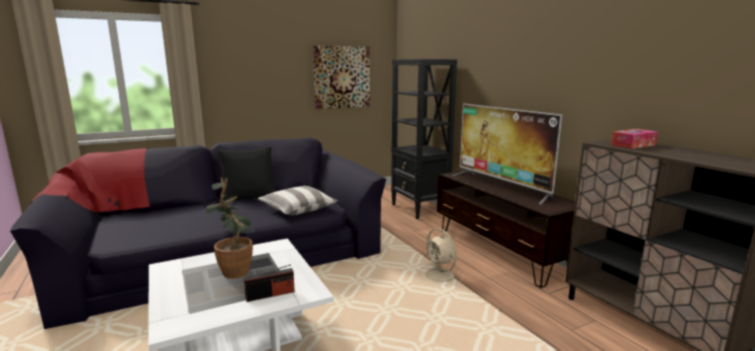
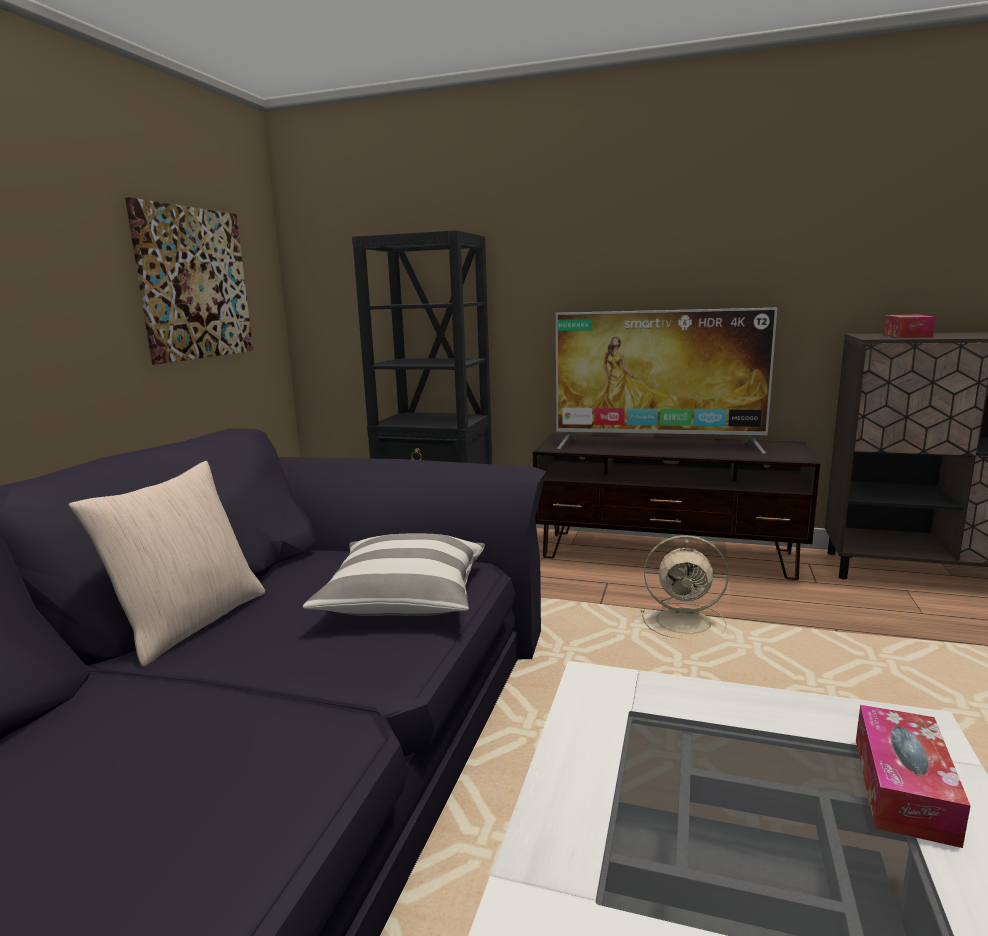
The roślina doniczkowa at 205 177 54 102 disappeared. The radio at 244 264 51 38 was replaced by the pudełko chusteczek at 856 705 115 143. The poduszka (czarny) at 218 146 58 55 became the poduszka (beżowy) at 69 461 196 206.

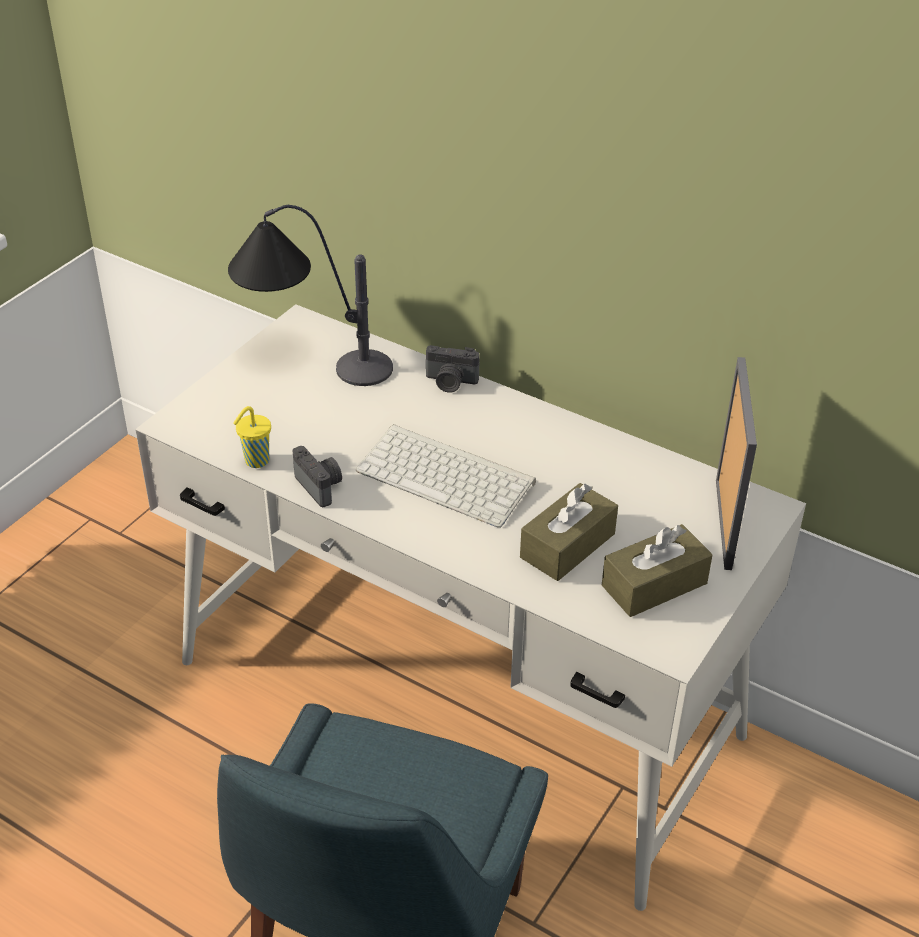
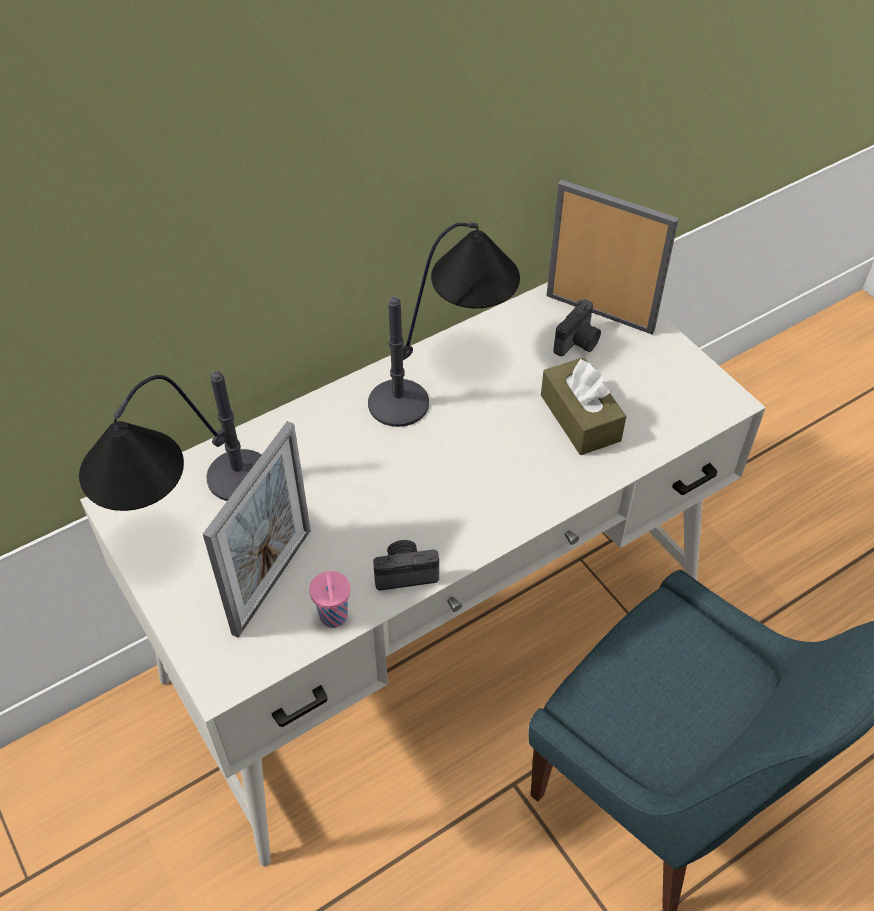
The klawiatura at 356 424 180 104 disappeared. The pudełko chusteczek (brązowy) at 602 524 111 93 disappeared. The ramka na zdjęcie at 203 421 108 217 appeared. The lampa stołowa at 368 222 152 205 appeared. The aparat fotograficzny moved from 426 345 54 48 to 554 299 47 57. The filiżanka (żółty) at 233 406 38 62 became the filiżanka (różowy) at 309 571 42 57.

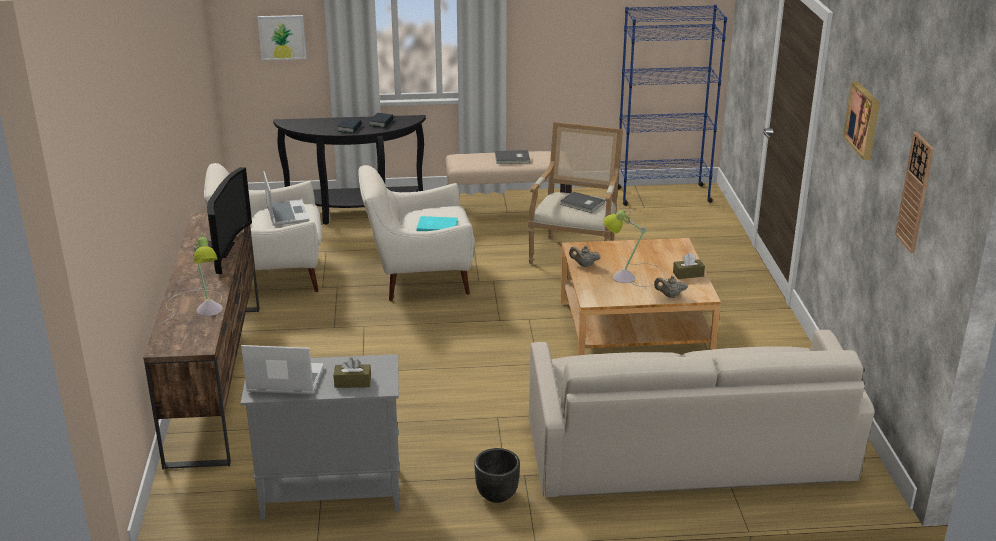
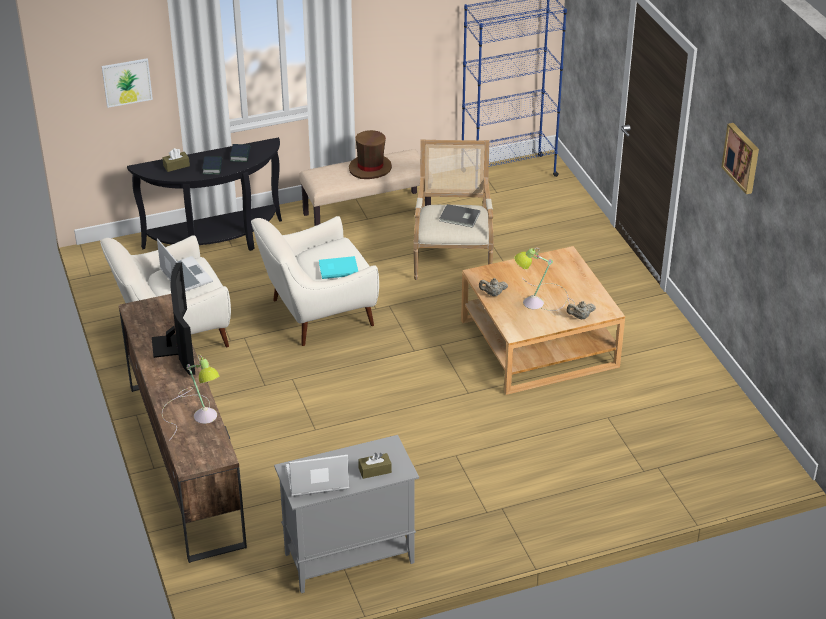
The donica (czarny) at 474 448 46 55 disappeared. The kanapa (beżowy) at 529 330 346 167 disappeared. The zegar ścienny at 895 132 39 121 disappeared. The pudełko chusteczek (brązowy) moved from 673 253 32 26 to 162 148 28 24. The książka (szary) at 495 150 35 14 was replaced by the kapelusz (brązowy) at 349 130 43 49.

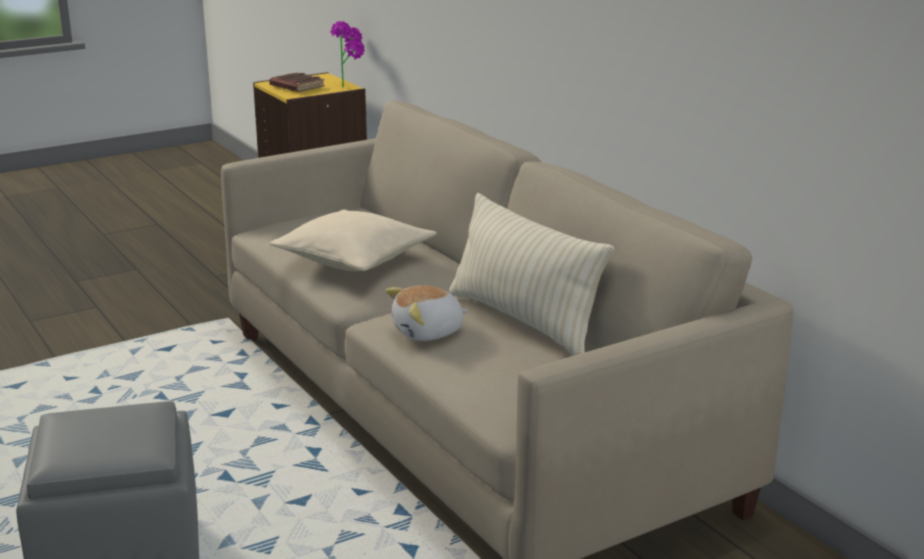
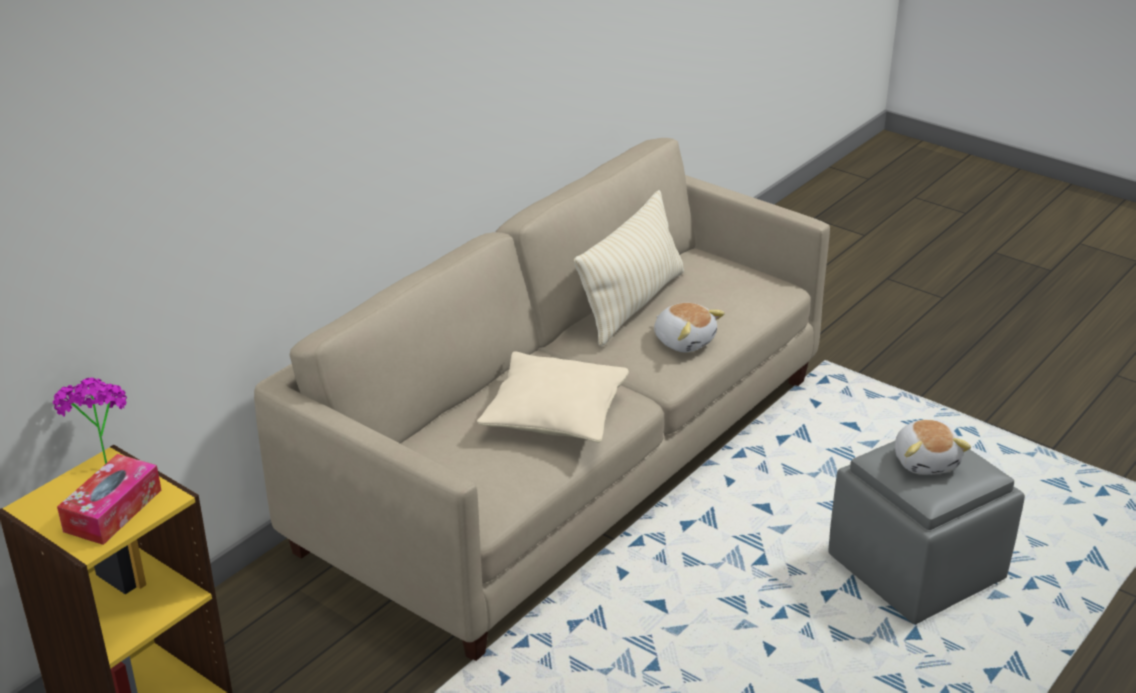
The pluszak at 895 420 76 55 appeared. The książka (brązowy) at 269 72 56 20 was replaced by the pudełko chusteczek at 57 454 104 91.

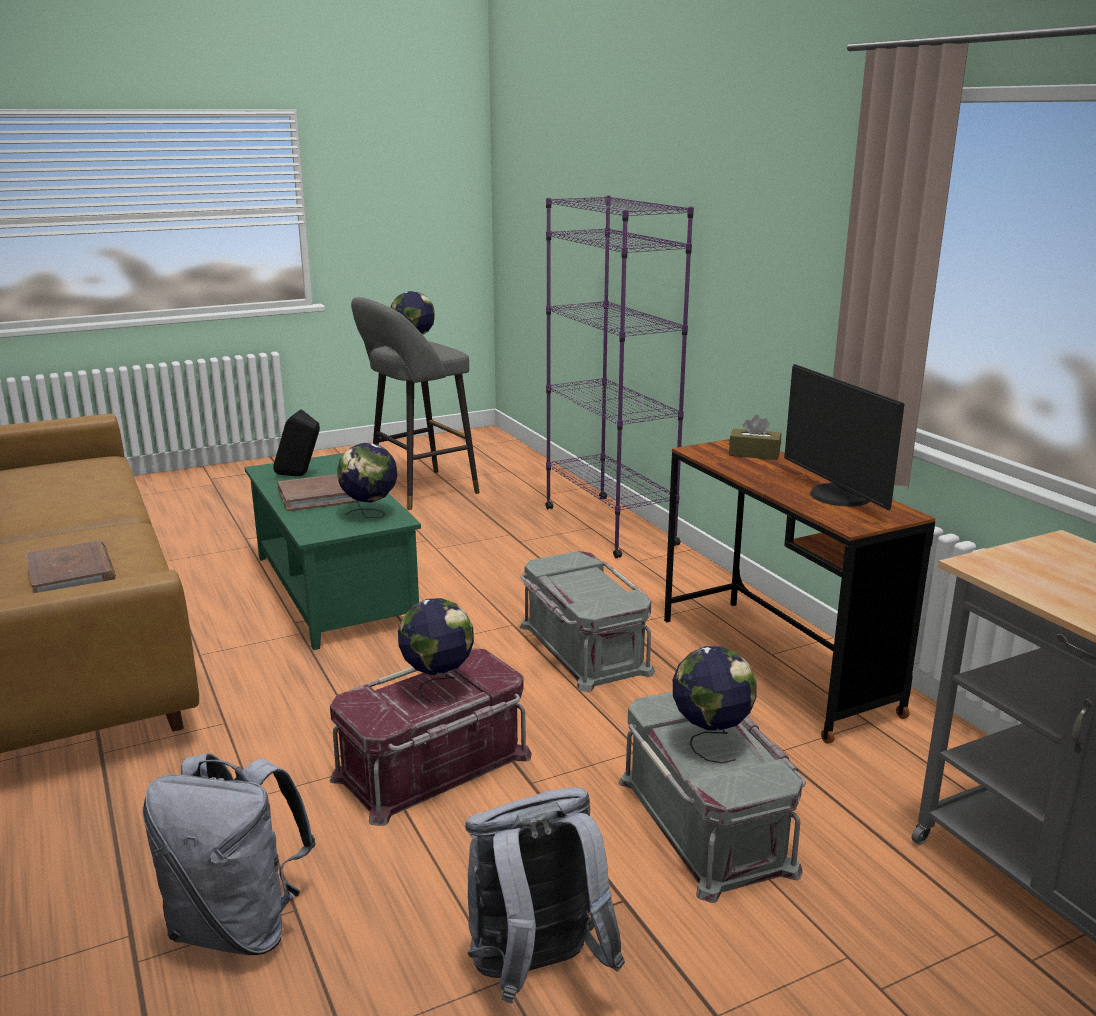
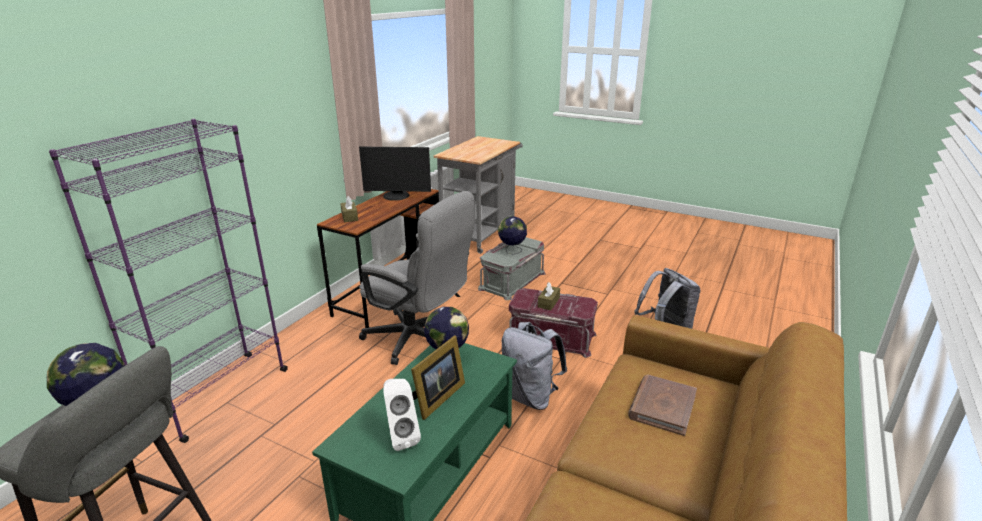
The plecak (szary) moved from 465 787 160 216 to 502 322 65 88. The książka (brązowy) at 278 474 82 38 was replaced by the ramka na zdjęcie at 411 335 54 85. The globus at 398 598 76 106 was replaced by the pudełko chusteczek (brązowy) at 538 282 22 28. The pojemnik do przechowywania (szary) at 520 551 135 141 was replaced by the krzesło biurowe (szary) at 359 191 117 174. The głośnik (czarny) at 273 409 47 67 became the głośnik (biały) at 383 379 38 72. The monitor at 784 364 121 146 turned 60 degrees clockwise.

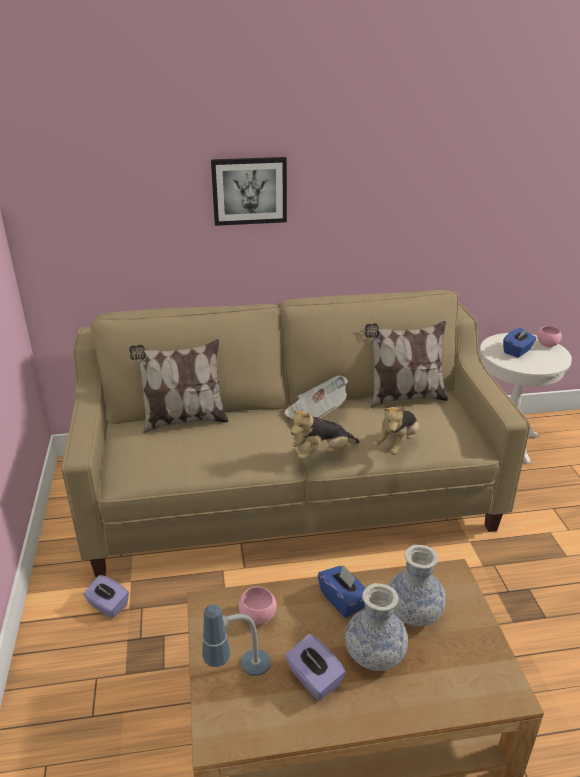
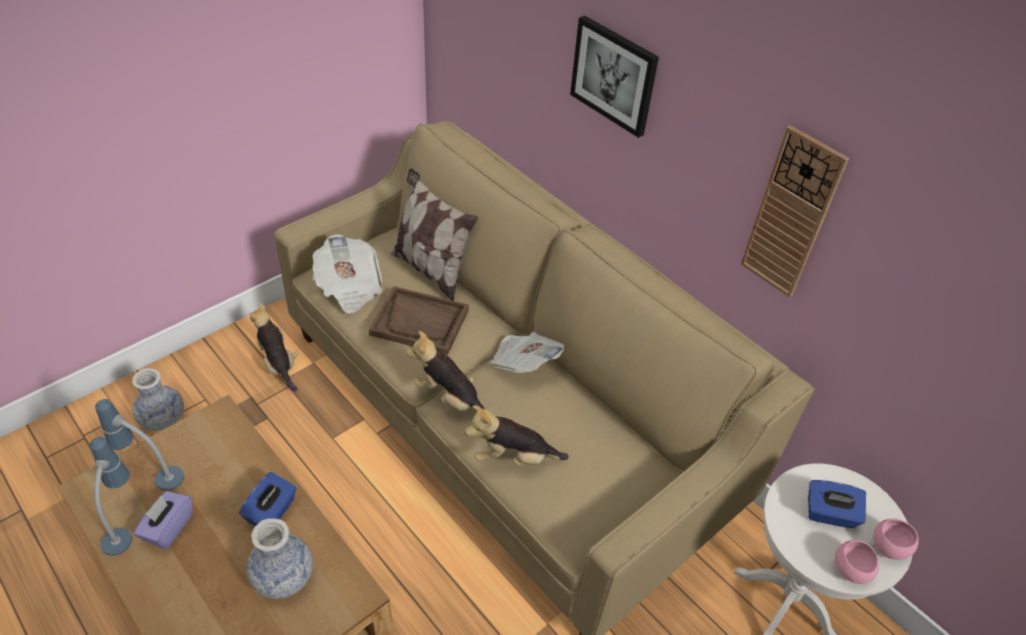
The poduszka at 365 321 83 87 disappeared. The lampa stołowa at 90 437 42 119 appeared. The gazeta at 312 234 71 80 appeared. The taca (brązowy) at 368 286 101 69 appeared. The zegar ścienny at 741 125 108 173 appeared. The miska (różowy) moved from 239 586 38 38 to 835 540 44 44. The wazon moved from 345 583 63 88 to 132 368 52 63. The pudełko chusteczek (fioletowy) at 83 575 46 43 was replaced by the pluszak at 249 303 49 89.

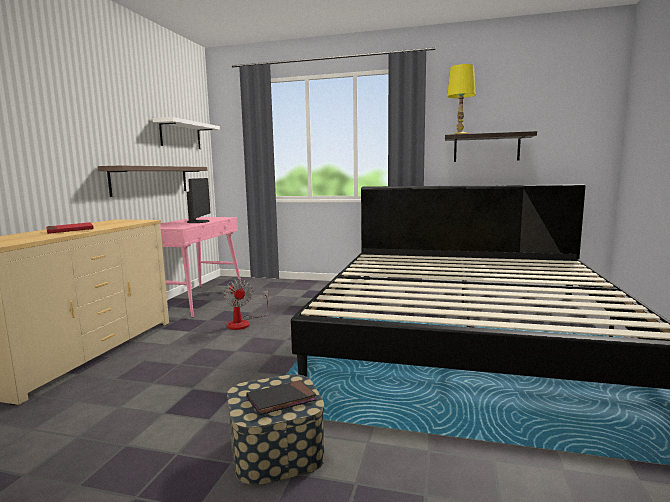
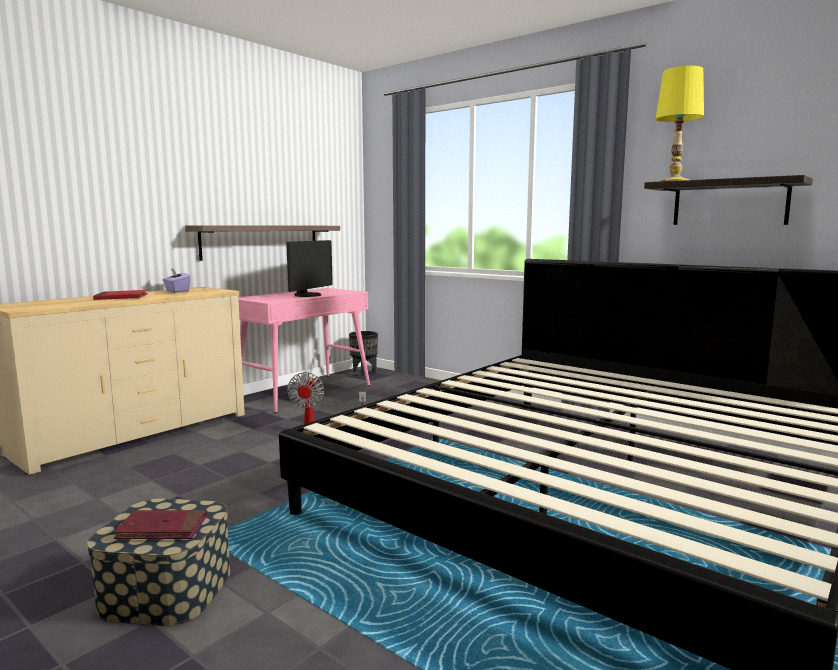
The półka (biały) at 152 117 68 32 disappeared. The pudełko chusteczek (fioletowy) at 163 268 28 25 appeared. The donica (czarny) at 349 331 29 45 appeared. The książka (czarny) at 246 380 71 35 became the książka (czerwony) at 114 510 93 29.

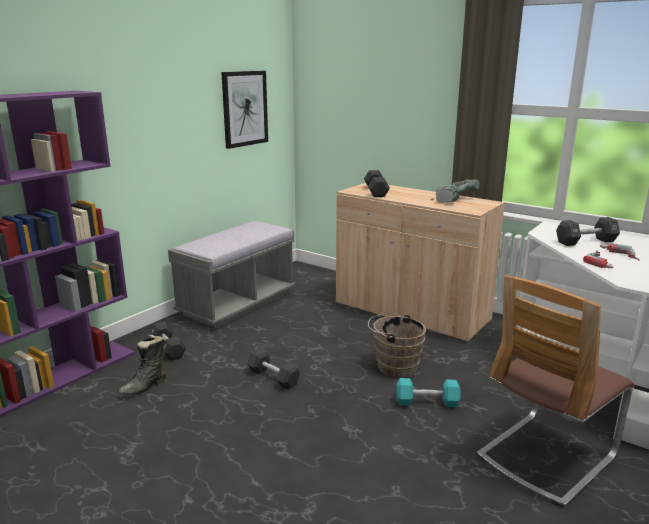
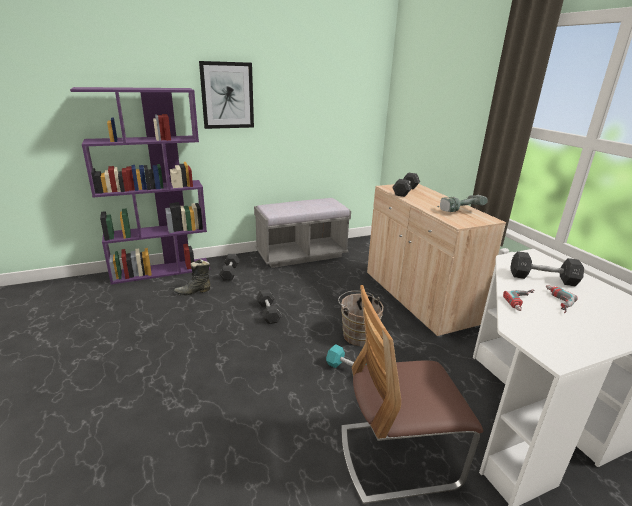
The obraz moved from 221 71 47 78 to 199 61 55 68.

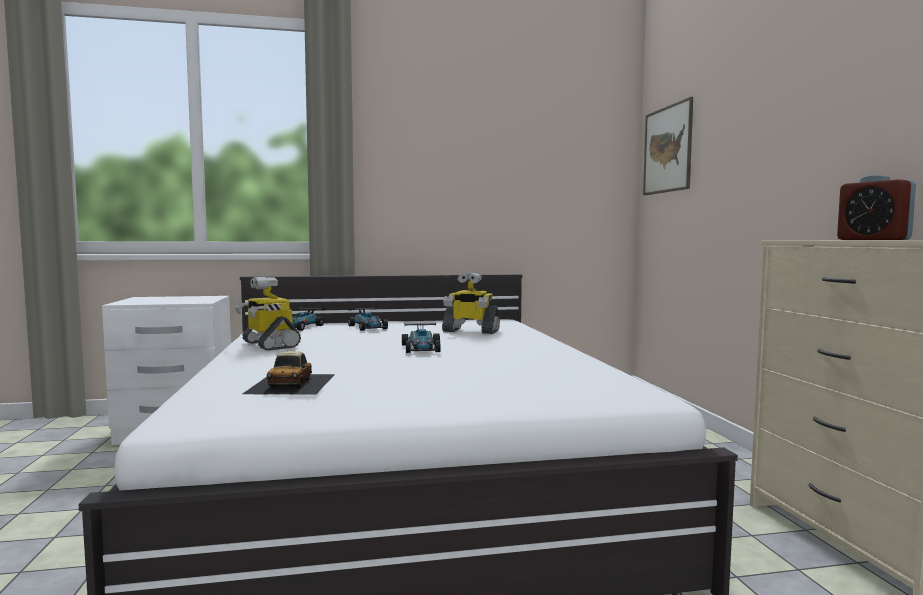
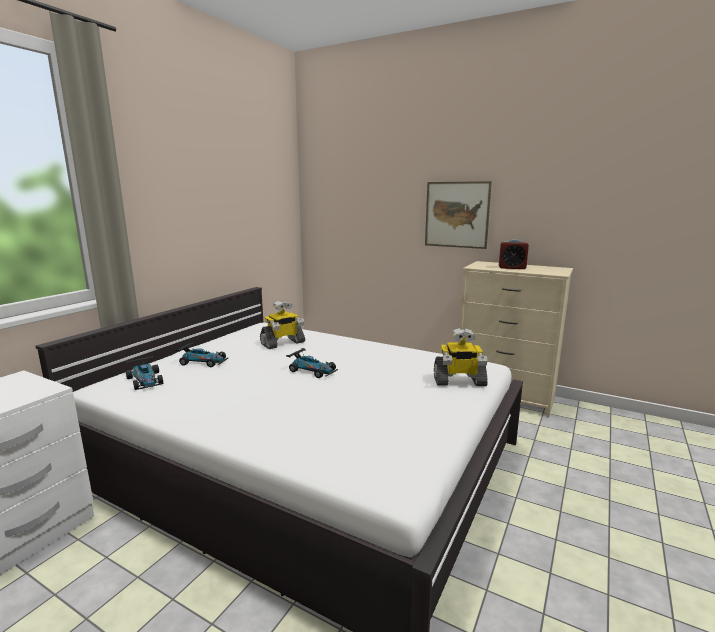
The samochodzik at 243 351 92 44 disappeared. The robot zabawkowy moved from 235 277 66 74 to 434 328 54 58. The obraz moved from 643 97 50 98 to 425 181 67 68.

